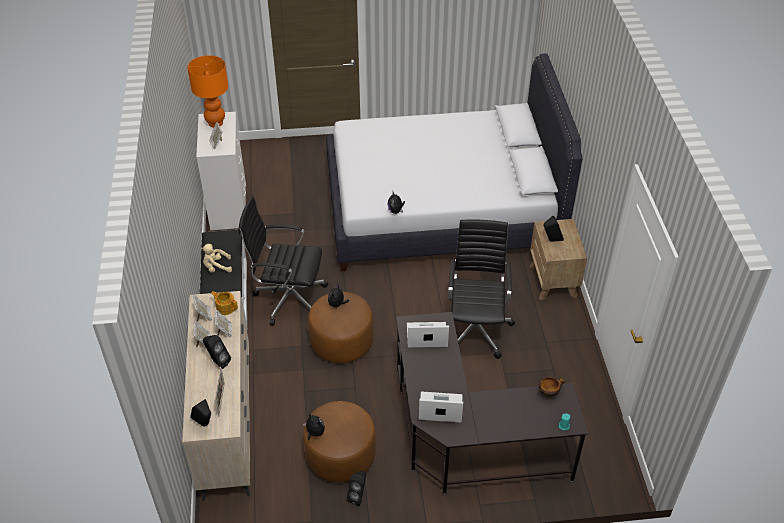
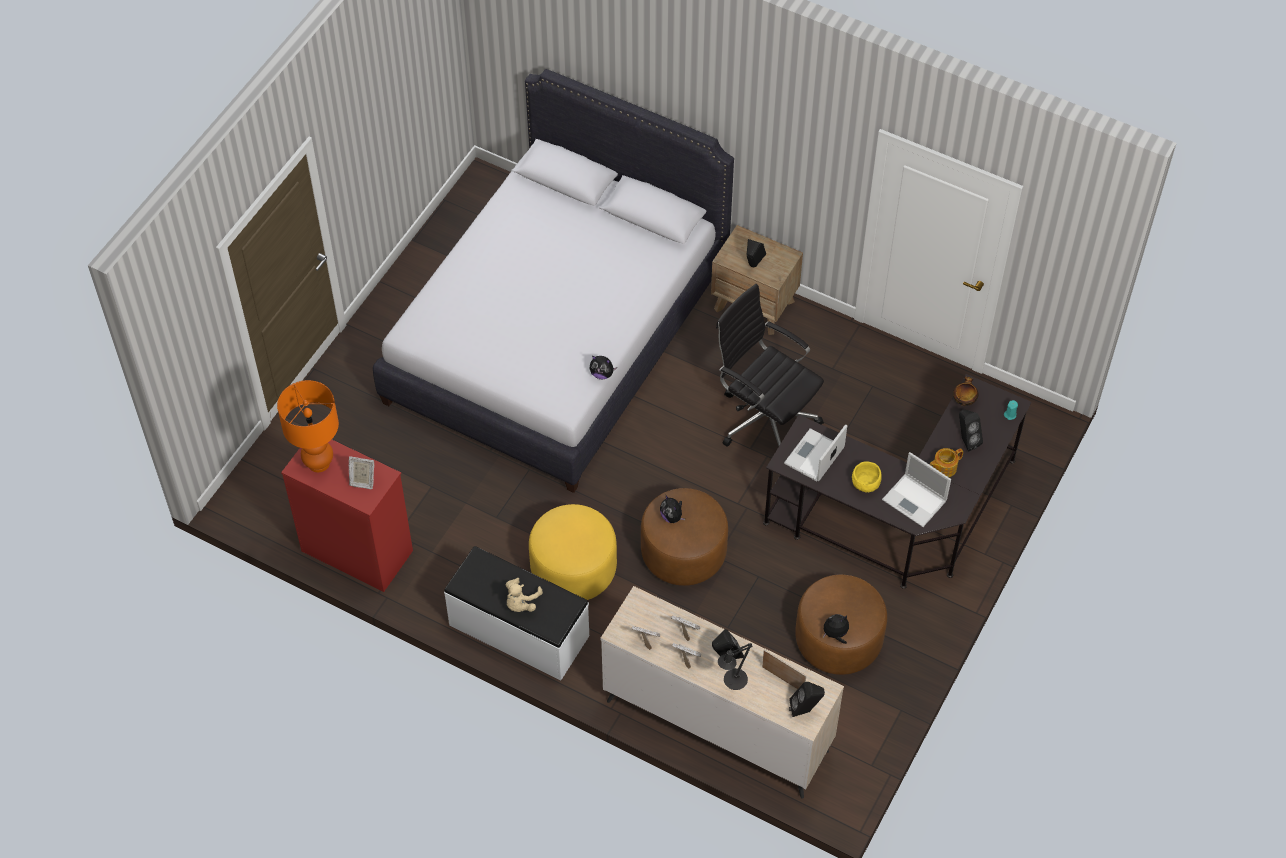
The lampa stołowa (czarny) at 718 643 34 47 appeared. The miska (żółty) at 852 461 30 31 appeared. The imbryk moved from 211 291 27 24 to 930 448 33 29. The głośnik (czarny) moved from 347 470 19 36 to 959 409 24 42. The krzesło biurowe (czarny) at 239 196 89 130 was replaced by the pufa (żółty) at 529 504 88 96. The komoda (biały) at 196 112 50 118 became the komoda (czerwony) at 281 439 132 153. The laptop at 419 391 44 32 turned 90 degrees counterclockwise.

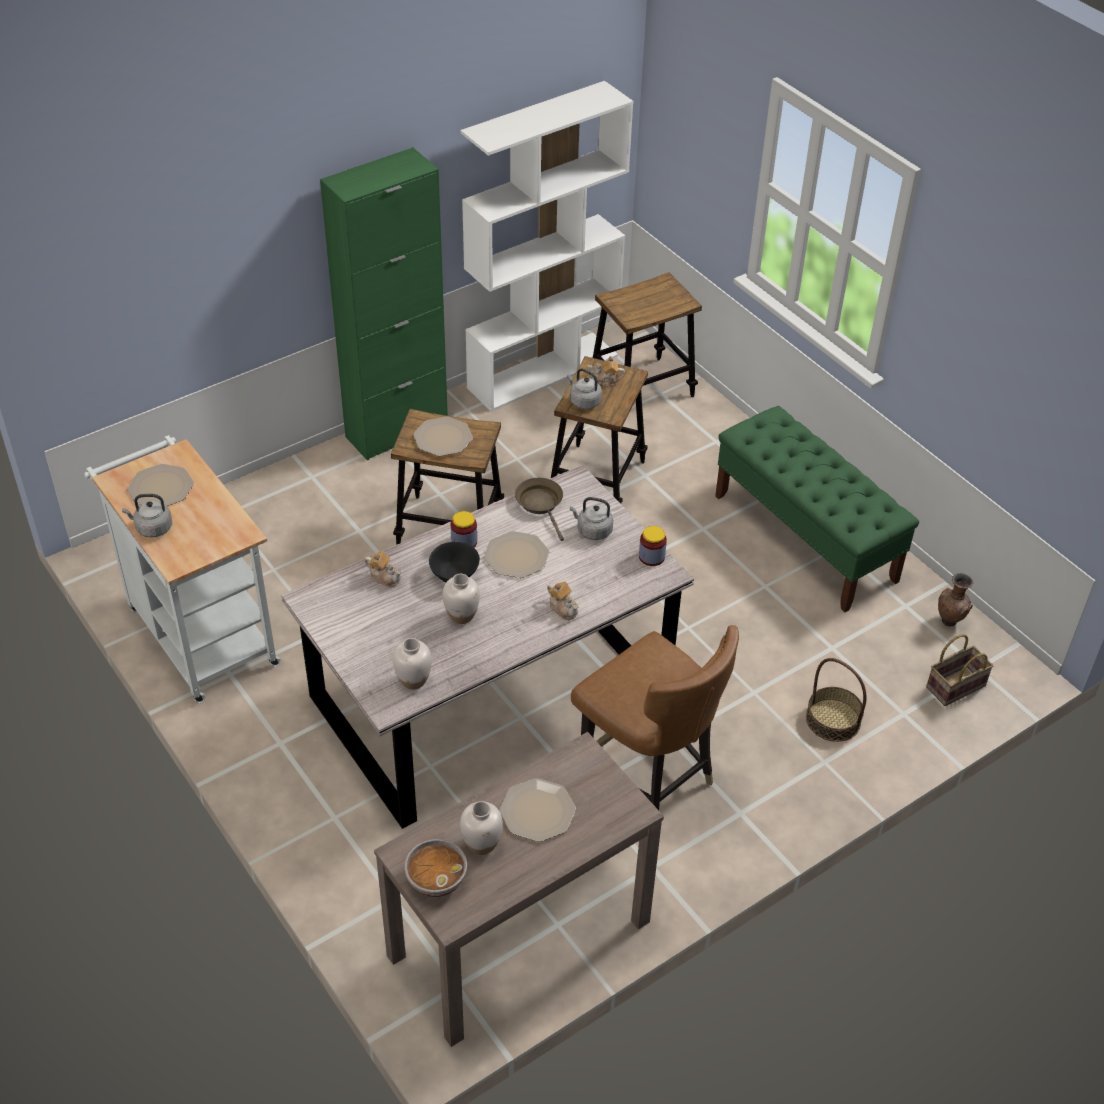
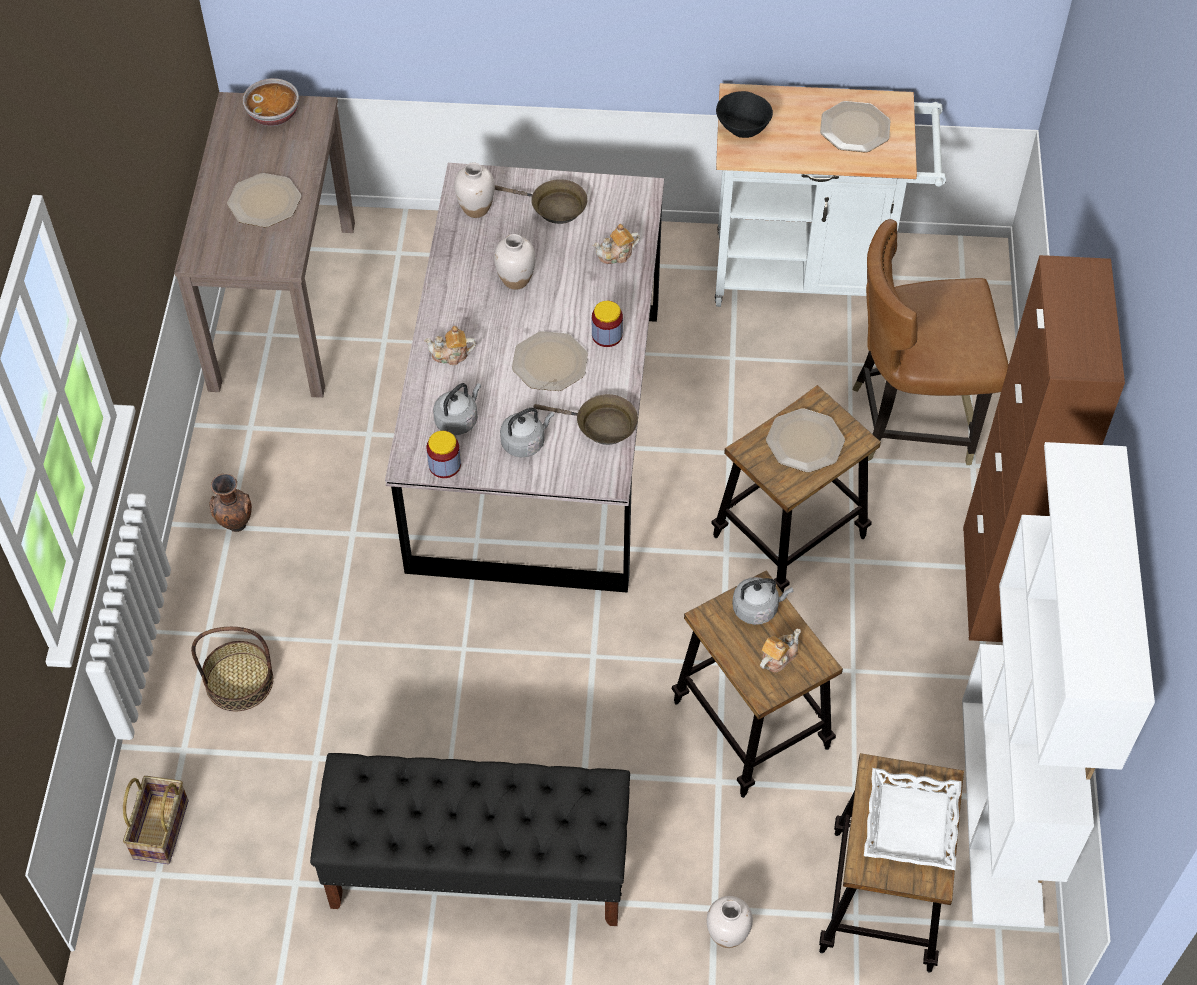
The patelnia (brązowy) at 495 179 93 45 appeared. The taca (biały) at 864 768 98 102 appeared. The czajnik (szary) moved from 122 494 50 44 to 433 383 48 52. The miska (czarny) moved from 429 542 51 41 to 716 91 57 47. The wazon (biały) moved from 460 801 43 54 to 707 896 46 52. The krzesło (brązowy) moved from 571 625 168 185 to 853 219 156 246. The wazon (brązowy) moved from 938 573 35 54 to 210 474 42 58. The szafka (zielony) at 320 147 128 313 became the szafka (brązowy) at 963 255 162 387. The ławka (zielony) at 715 406 204 206 became the ławka (czarny) at 310 753 320 173.

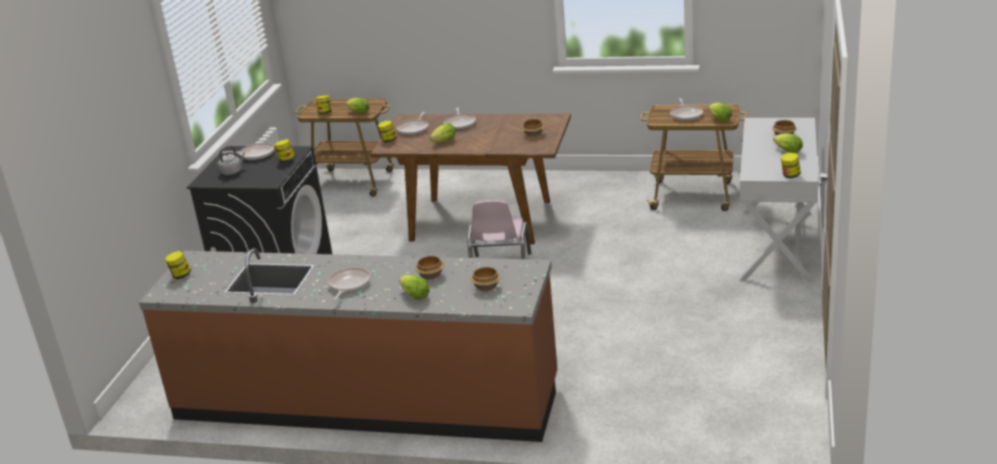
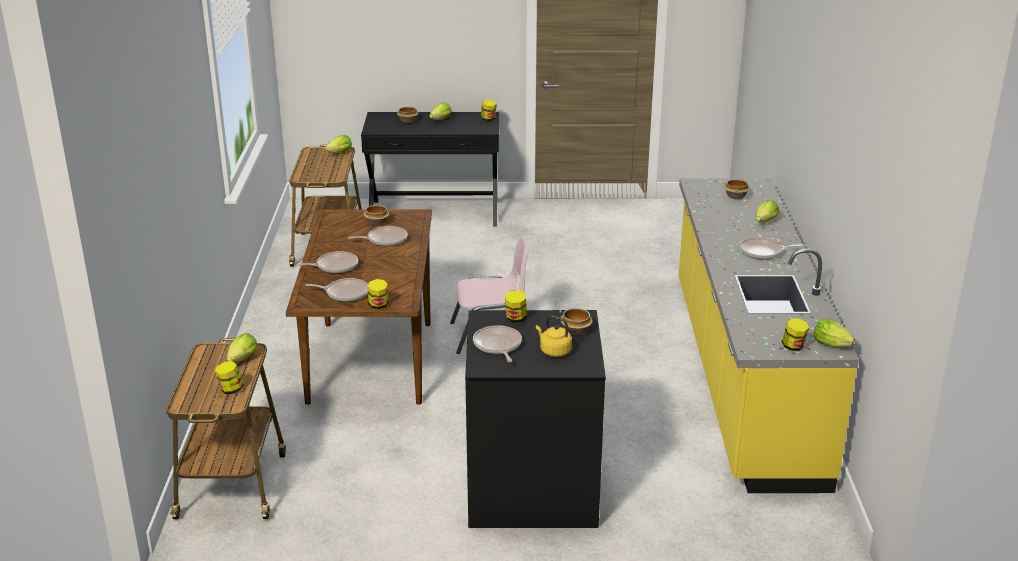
The miska moved from 415 255 29 25 to 561 308 32 27. The sałata moved from 429 123 27 19 to 813 319 42 28. The patelnia moved from 670 98 33 23 to 348 226 60 20. The zabudowa kuchenna (brązowy) at 139 248 419 194 became the zabudowa kuchenna (żółty) at 679 178 180 315. The czajnik (szary) at 218 146 27 29 became the czajnik (żółty) at 536 316 36 41. The stolik konsolowy (biały) at 738 118 81 165 became the stolik konsolowy (czarny) at 361 112 138 114.

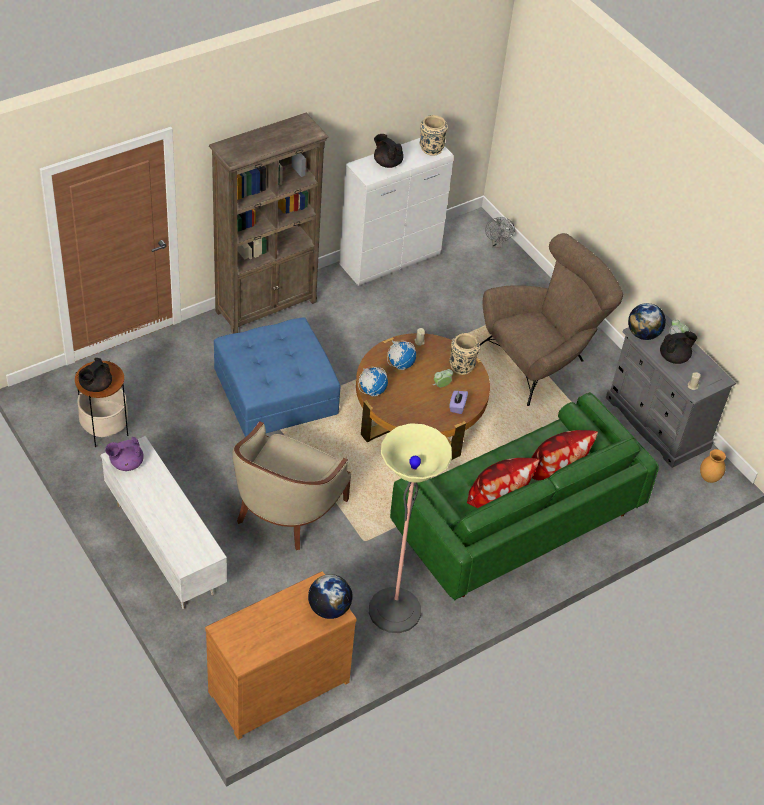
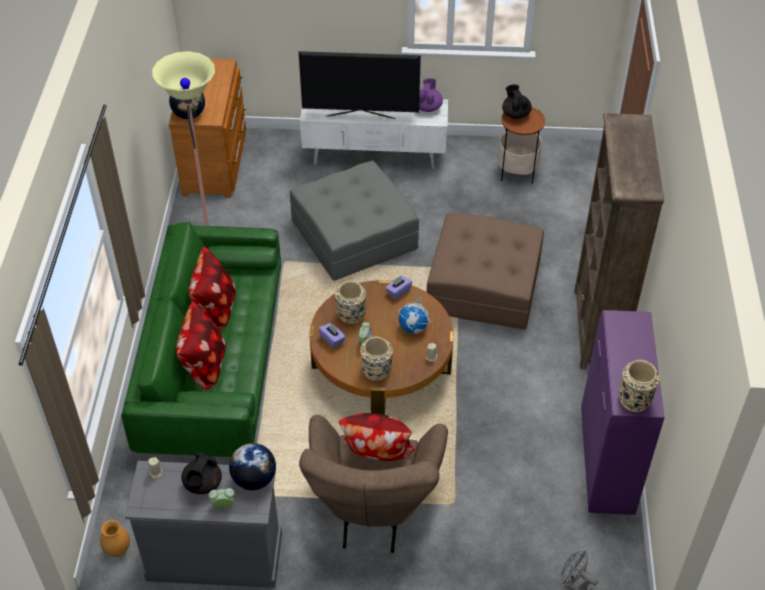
The imbryk (czarny) at 374 134 30 34 disappeared. The telewizor at 299 51 122 68 appeared. The wazon (beżowy) at 335 281 31 43 appeared. The poduszka at 339 413 77 48 appeared. The fotel (beżowy) at 232 421 119 129 was replaced by the pufa (szary) at 290 161 129 120. The globus at 358 367 30 29 was replaced by the pudełko chusteczek (fioletowy) at 385 276 27 24. The pufa (niebieski) at 214 317 126 120 became the pufa (brązowy) at 427 213 117 117. The szafka (biały) at 339 138 114 148 became the szafka (fioletowy) at 581 310 83 205.

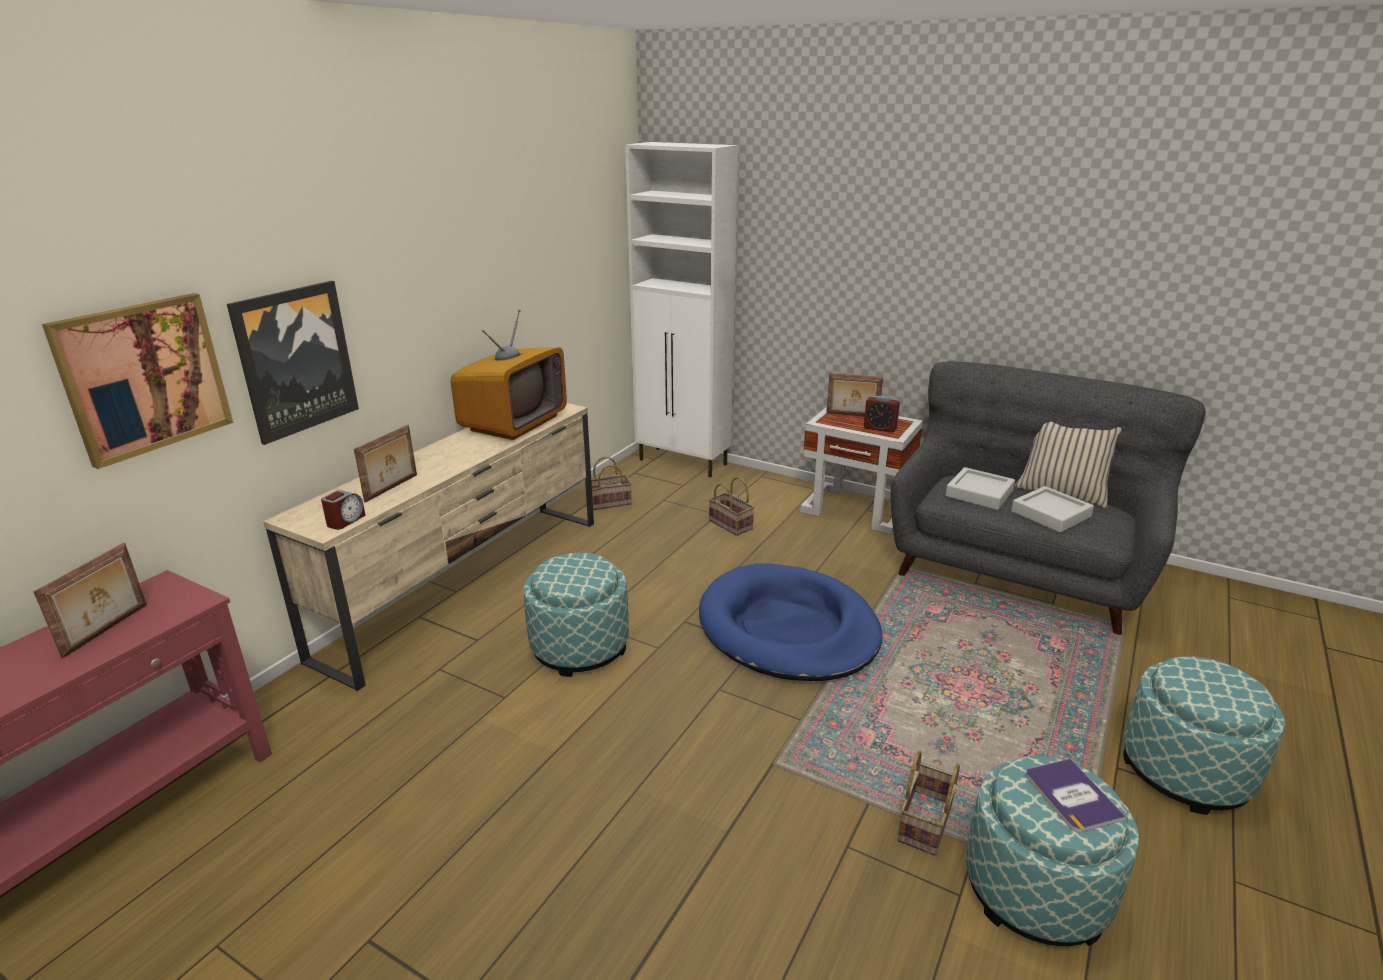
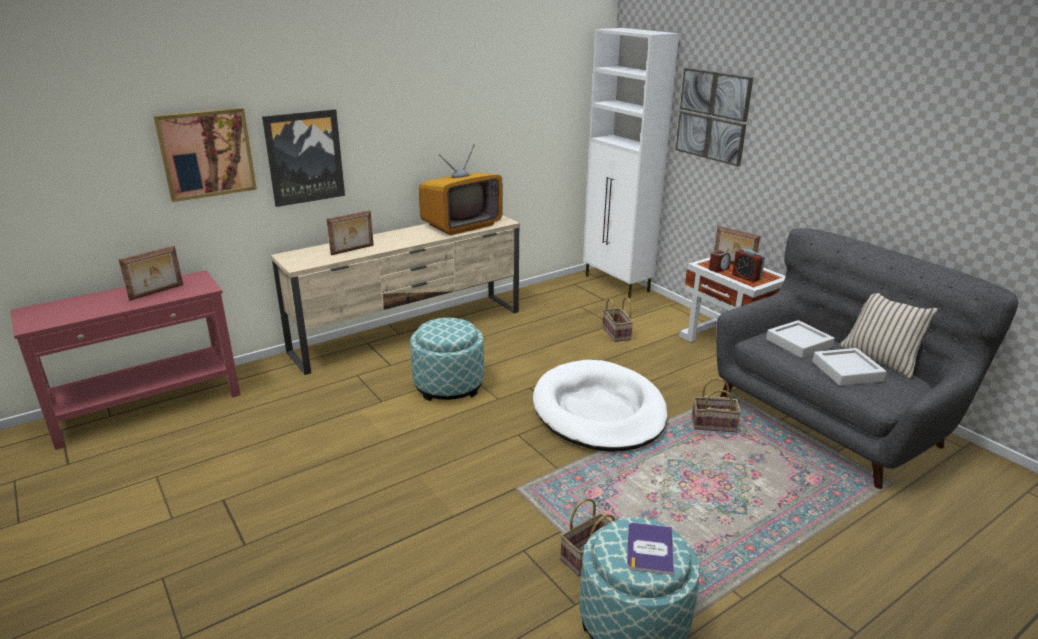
The pufa at 1123 656 162 159 disappeared. The obraz at 676 68 77 98 appeared. The budzik moved from 321 490 44 40 to 709 250 22 22. The koszyk moved from 591 457 41 53 to 692 378 49 54. The legowisko (niebieski) at 699 563 183 118 became the legowisko (biały) at 533 360 135 92.

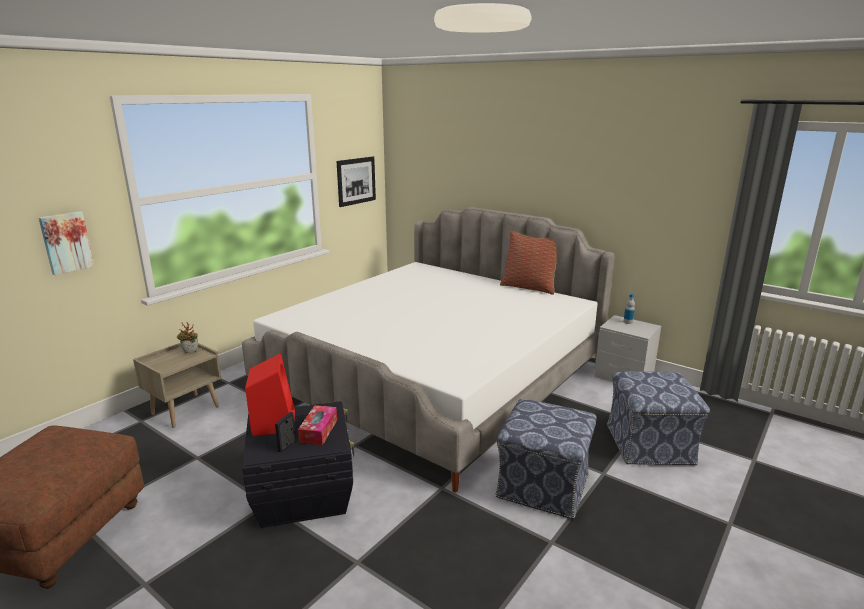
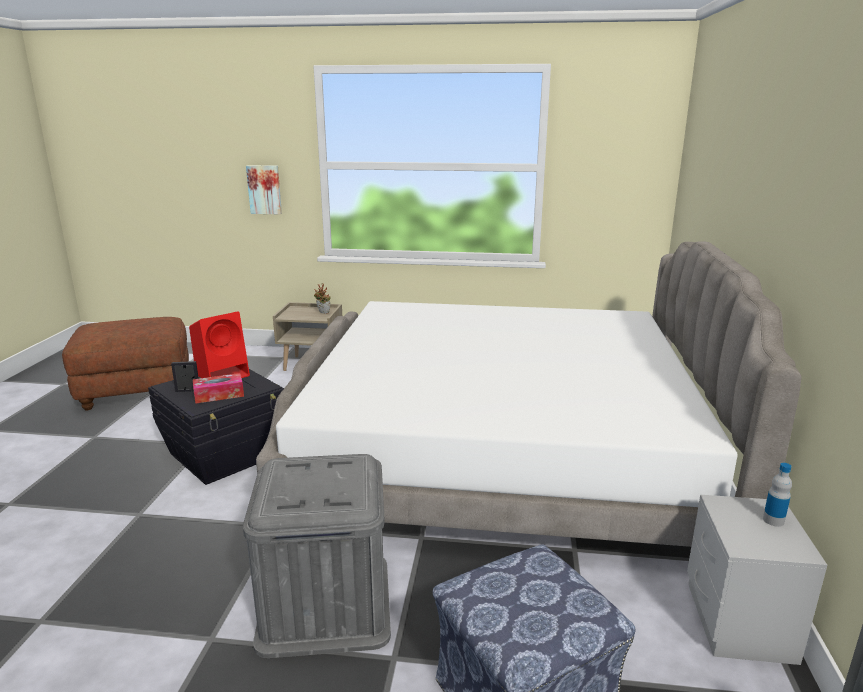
The obraz at 337 156 39 51 disappeared. The poduszka at 500 231 57 64 disappeared. The pufa at 495 399 101 120 was replaced by the pojemnik do przechowywania (szary) at 243 454 148 204.

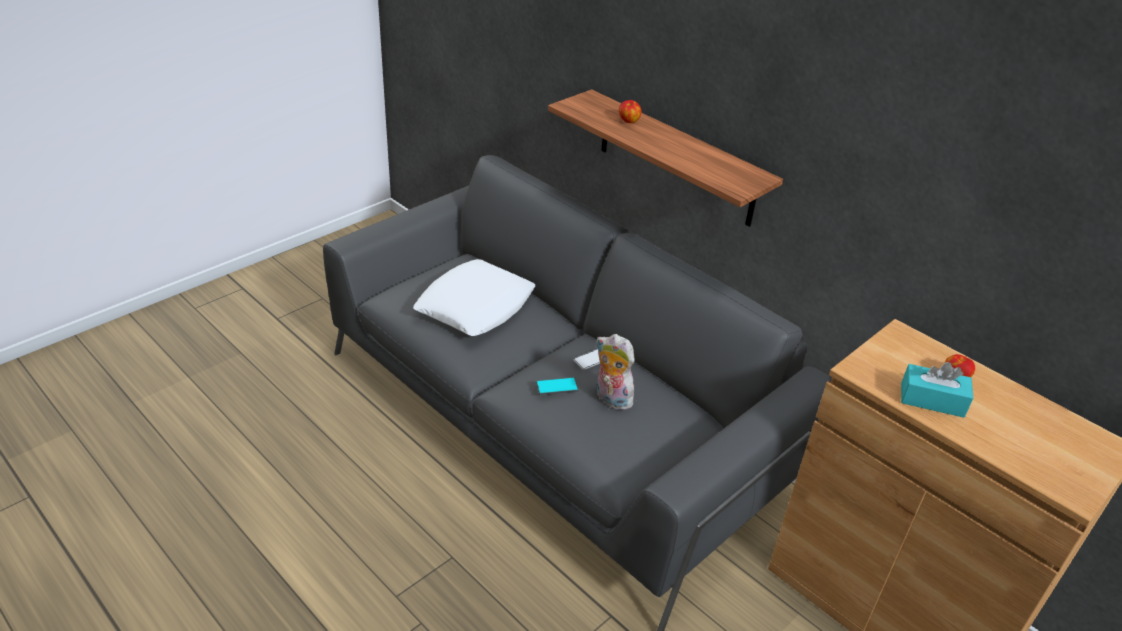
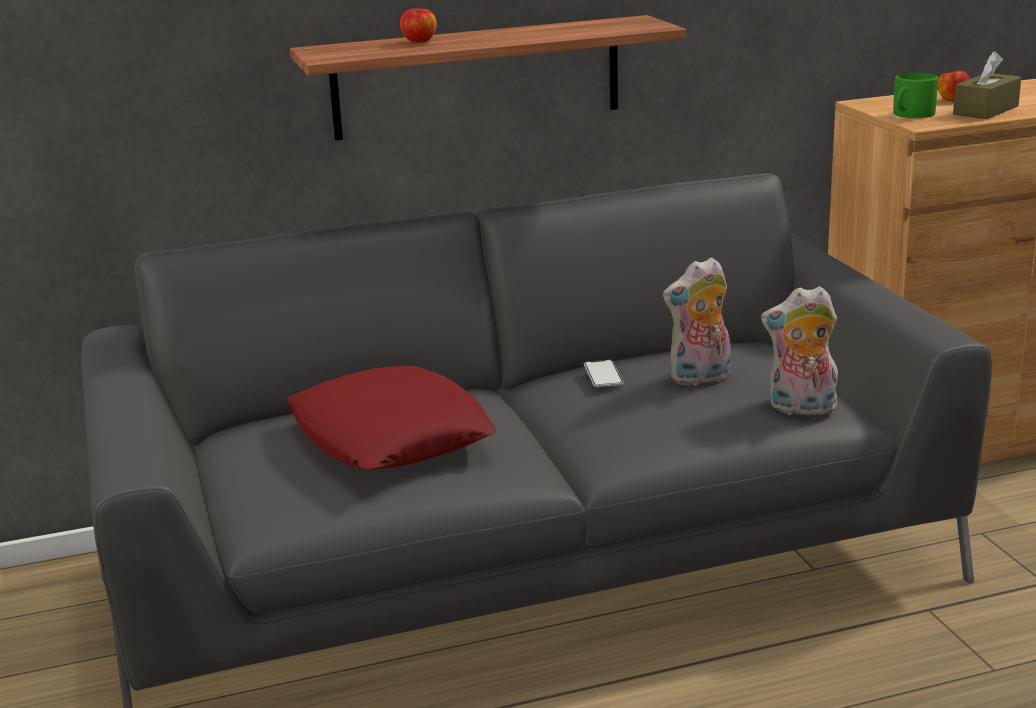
The telefon at 536 377 43 18 disappeared. The pluszak at 761 286 77 130 appeared. The kubek (zielony) at 893 72 45 46 appeared. The poduszka (biały) at 413 259 122 77 became the poduszka (czerwony) at 287 366 208 104. The pudełko chusteczek (turkusowy) at 901 362 72 56 became the pudełko chusteczek (brązowy) at 953 51 68 68.

